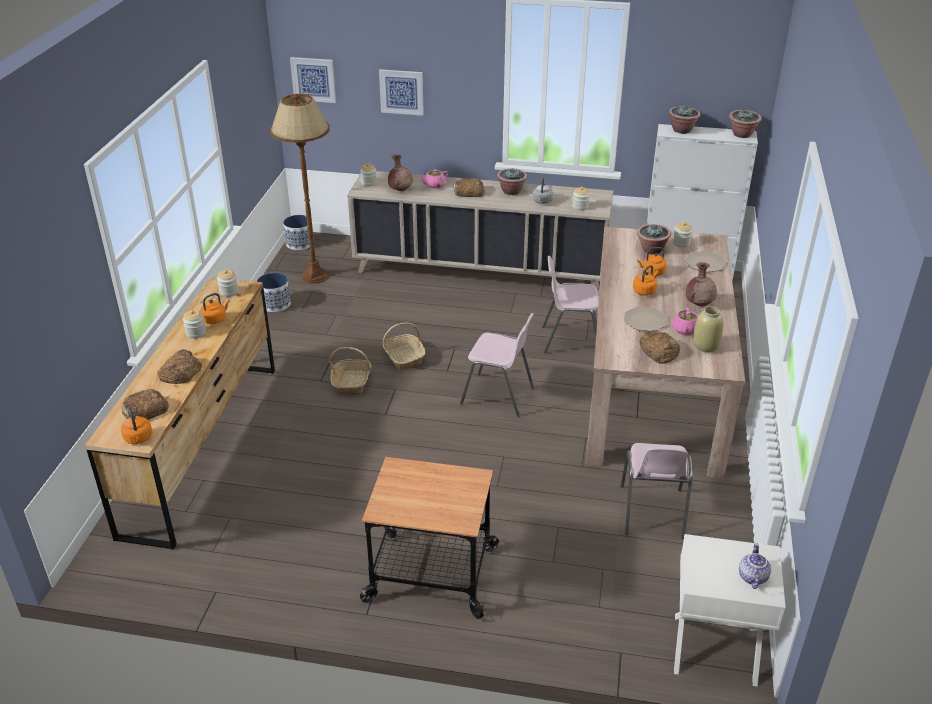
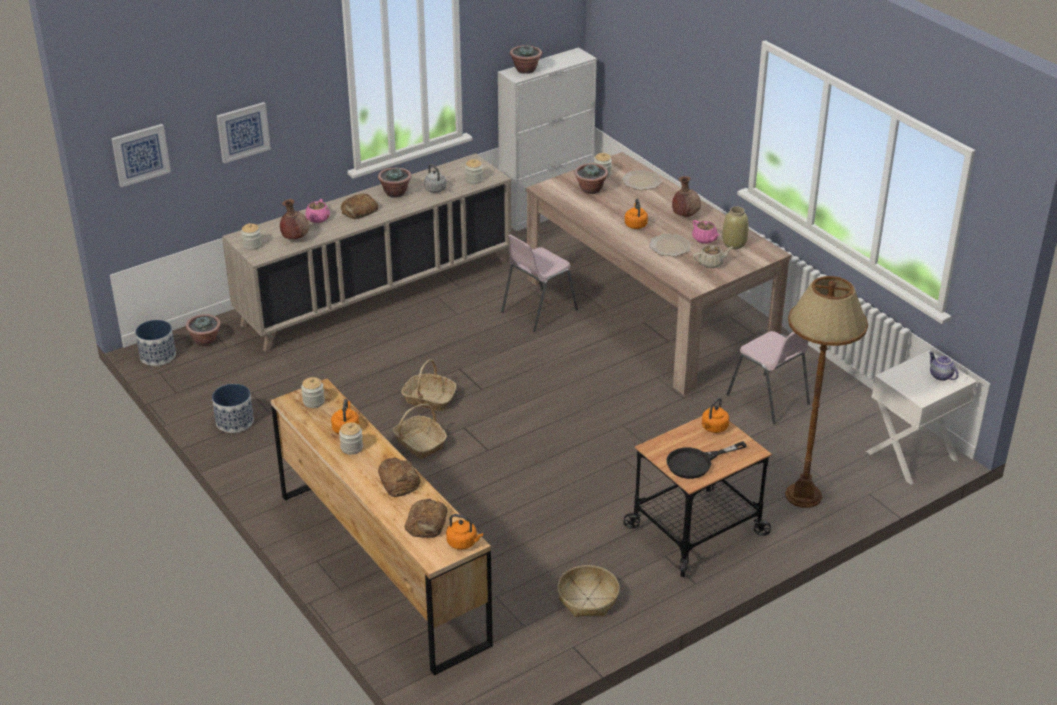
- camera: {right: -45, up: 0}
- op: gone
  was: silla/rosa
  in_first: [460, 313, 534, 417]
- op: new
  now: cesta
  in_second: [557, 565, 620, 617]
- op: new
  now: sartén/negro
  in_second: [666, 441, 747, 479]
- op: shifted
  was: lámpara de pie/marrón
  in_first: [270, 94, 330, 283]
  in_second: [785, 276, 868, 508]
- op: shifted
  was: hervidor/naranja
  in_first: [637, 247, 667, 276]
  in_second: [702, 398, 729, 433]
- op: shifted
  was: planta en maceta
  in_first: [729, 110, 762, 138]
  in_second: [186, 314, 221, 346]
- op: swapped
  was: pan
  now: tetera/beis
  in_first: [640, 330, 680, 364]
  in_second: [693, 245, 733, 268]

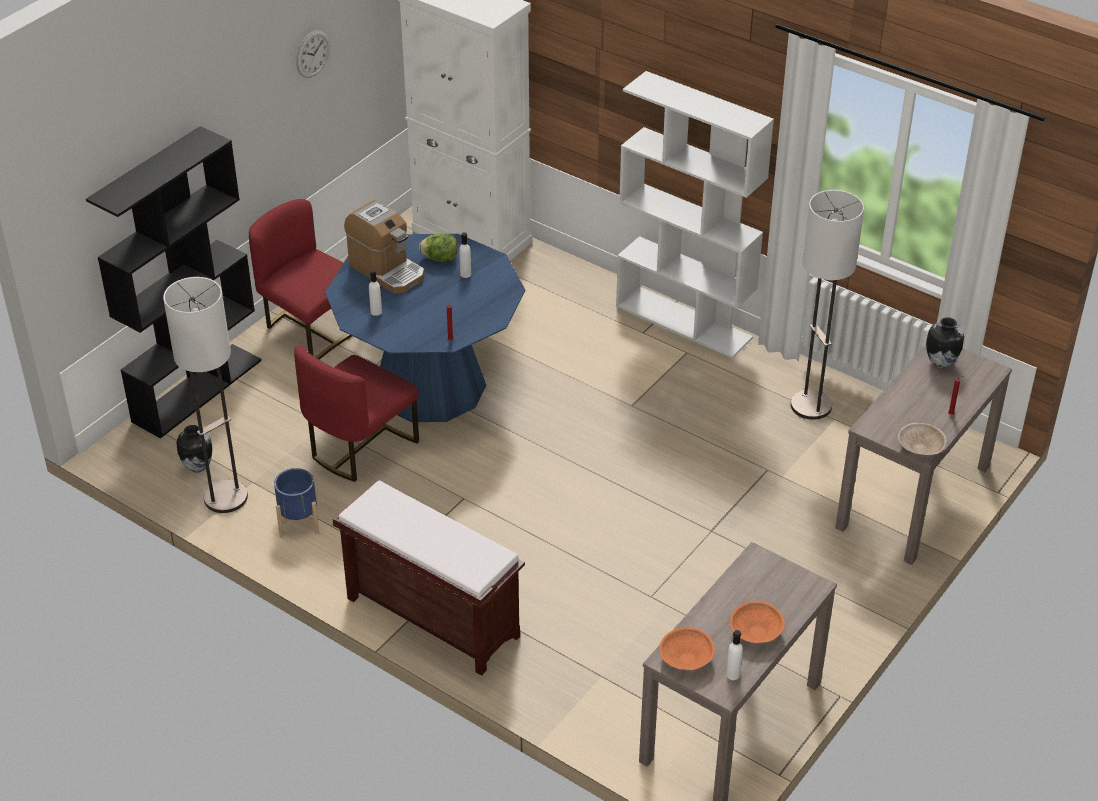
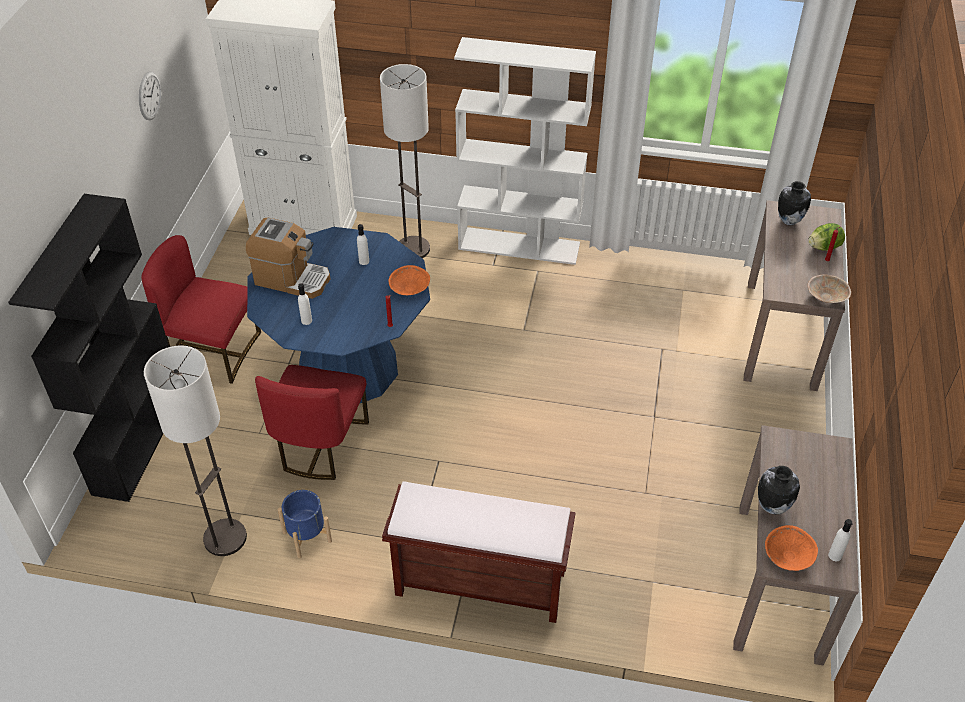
- camera: {right: -25, up: 5}
- op: shifted
  was: florero
  in_first: [177, 425, 212, 472]
  in_second: [758, 466, 800, 515]
- op: shifted
  was: lechuga
  in_first: [419, 233, 457, 262]
  in_second: [808, 223, 845, 251]
- op: shifted
  was: cuenco/naranja
  in_first: [730, 601, 785, 643]
  in_second: [388, 265, 430, 295]
- op: shifted
  was: lámpara de pie
  in_first: [791, 190, 864, 420]
  in_second: [380, 64, 430, 258]

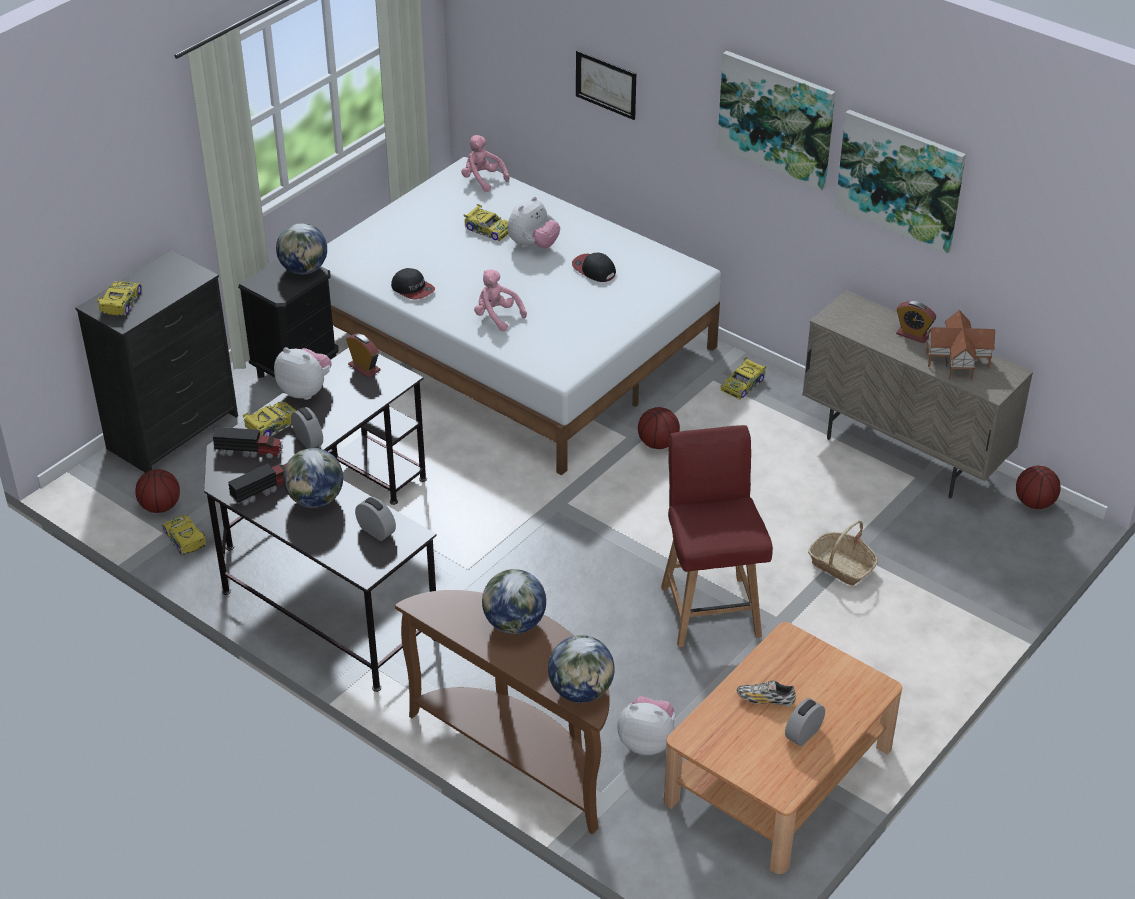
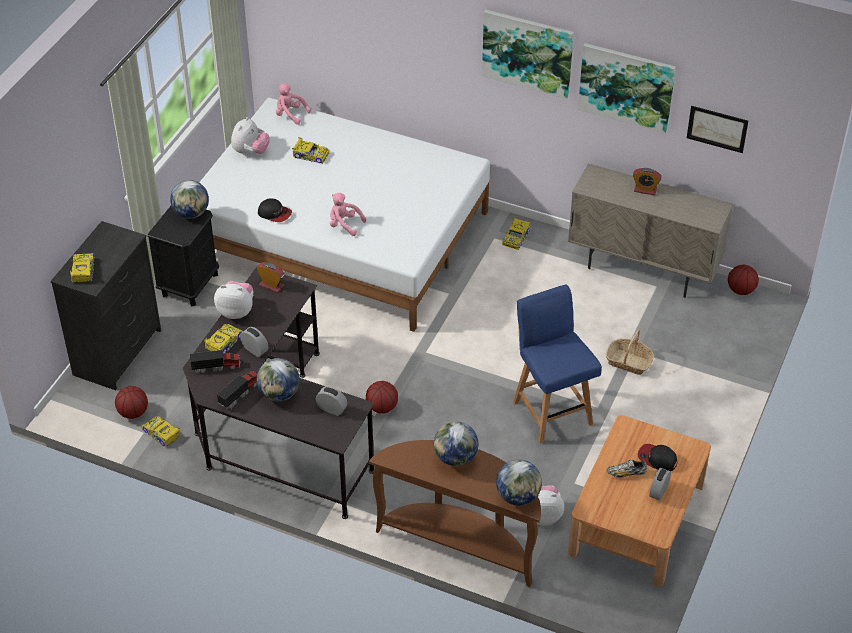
- camera: {right: -15, up: 5}
- op: gone
  was: casita
  in_first: [926, 310, 995, 380]
- op: shifted
  was: peluche
  in_first: [508, 196, 560, 249]
  in_second: [231, 117, 270, 155]
- op: shifted
  was: gorra
  in_first: [572, 252, 616, 282]
  in_second: [637, 444, 677, 471]
- op: shifted
  was: cuadro
  in_first: [576, 50, 636, 120]
  in_second: [687, 106, 748, 153]
- op: shifted
  was: balón de baloncesto
  in_first: [638, 407, 680, 449]
  in_second: [366, 381, 398, 414]
- op: repainted
  was: silla/rojo
  now: silla/azul
  in_first: [661, 425, 773, 647]
  in_second: [513, 284, 602, 443]

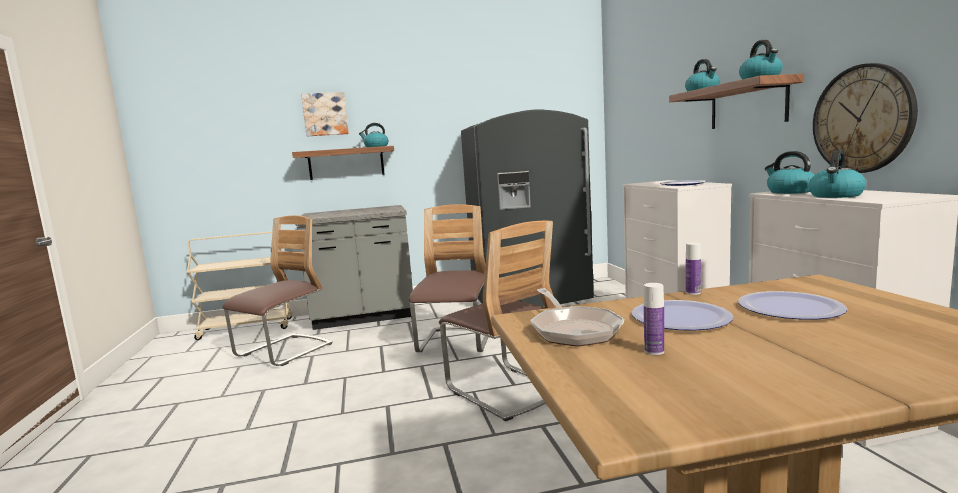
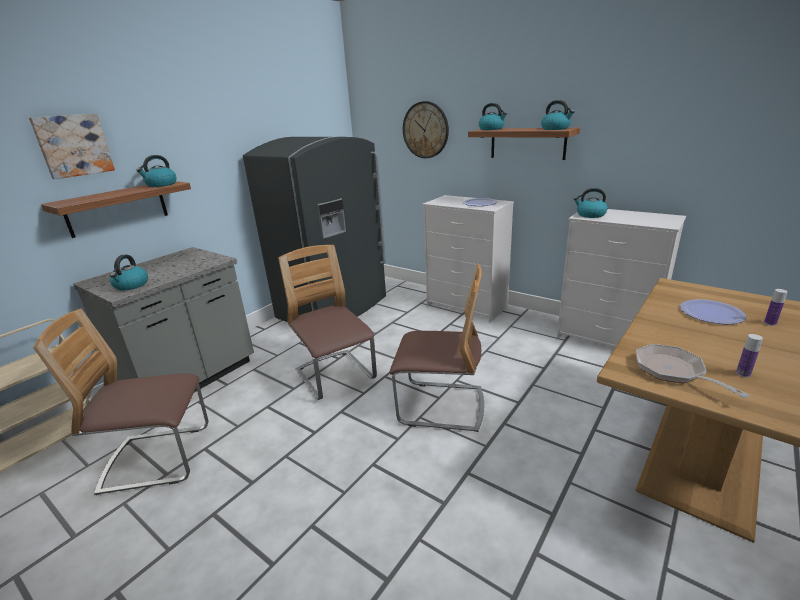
- camera: {right: -40, up: 15}
- op: gone
  was: plato
  in_first: [632, 300, 733, 331]
- op: shifted
  was: botella
  in_first: [686, 242, 701, 295]
  in_second: [764, 289, 787, 326]
- op: shifted
  was: hervidor
  in_first: [808, 150, 866, 198]
  in_second: [110, 255, 148, 290]
- op: shifted
  was: reloj de pared
  in_first: [813, 63, 918, 173]
  in_second: [403, 101, 449, 158]
- op: rotated
  was: silla
  in_first: [222, 215, 333, 366]
  in_second: [33, 309, 208, 495]
  clockwise: -90
- op: rotated
  was: sartén
  in_first: [530, 288, 624, 347]
  in_second: [636, 344, 750, 398]
  clockwise: -150

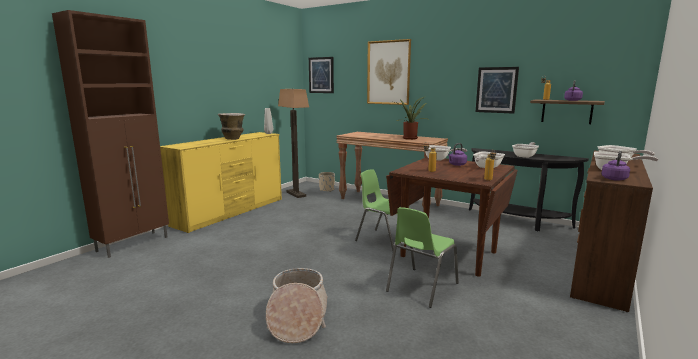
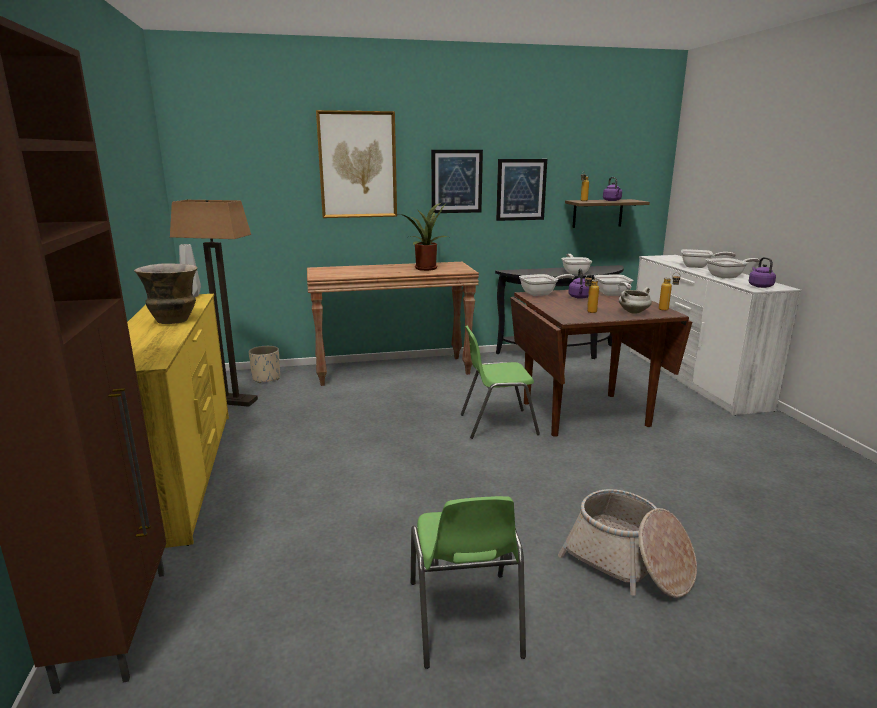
- camera: {right: -45, up: 5}
- op: new
  now: olla/blanco
  in_second: [619, 287, 652, 314]
- op: shifted
  was: cuadro
  in_first: [309, 57, 334, 93]
  in_second: [431, 150, 483, 213]
- op: shifted
  was: silla/verde
  in_first: [386, 207, 459, 308]
  in_second: [411, 496, 526, 669]
- op: repainted
  was: cómoda/marrón
  now: cómoda/blanco
  in_first: [570, 151, 653, 312]
  in_second: [629, 255, 801, 416]

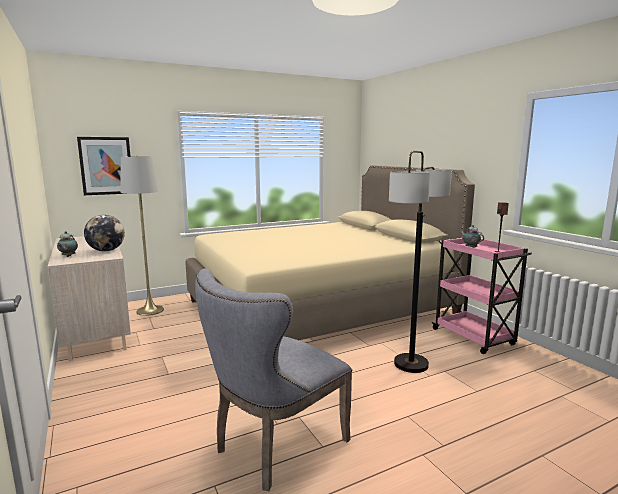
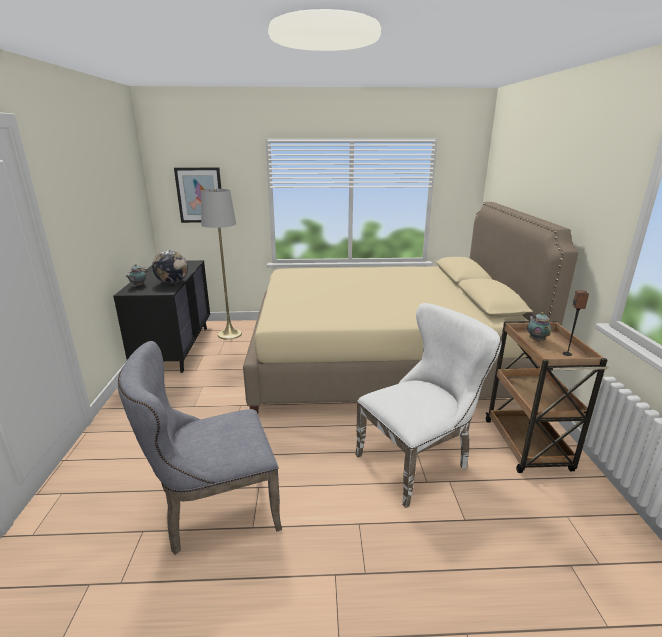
- camera: {right: 25, up: 10}
- op: swapped
  was: lámpara de pie
  now: silla/blanco
  in_first: [389, 151, 452, 373]
  in_second: [355, 303, 502, 508]
- op: repainted
  was: cómoda/beis
  now: cómoda/negro
  in_first: [47, 236, 131, 361]
  in_second: [113, 260, 210, 373]
- op: repainted
  was: carrito/rosa
  now: carrito/marrón
  in_first: [431, 238, 532, 354]
  in_second: [486, 321, 608, 473]

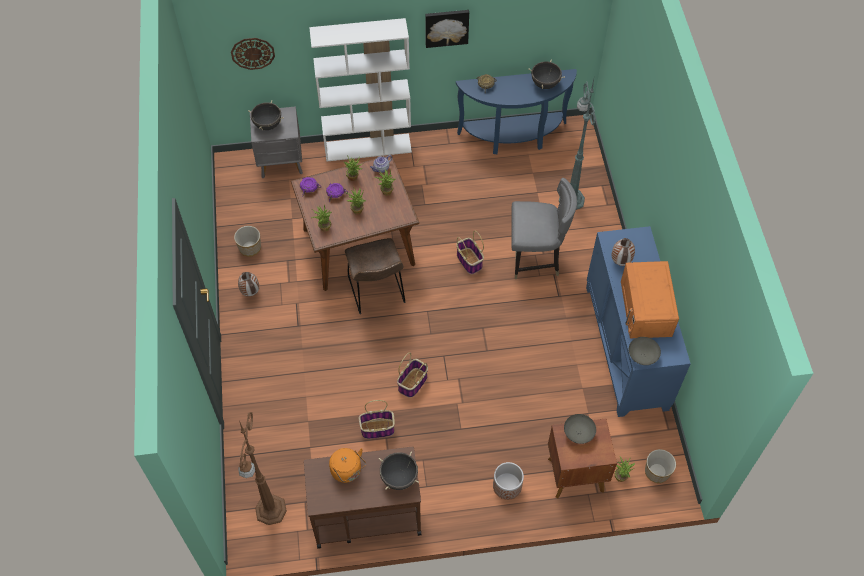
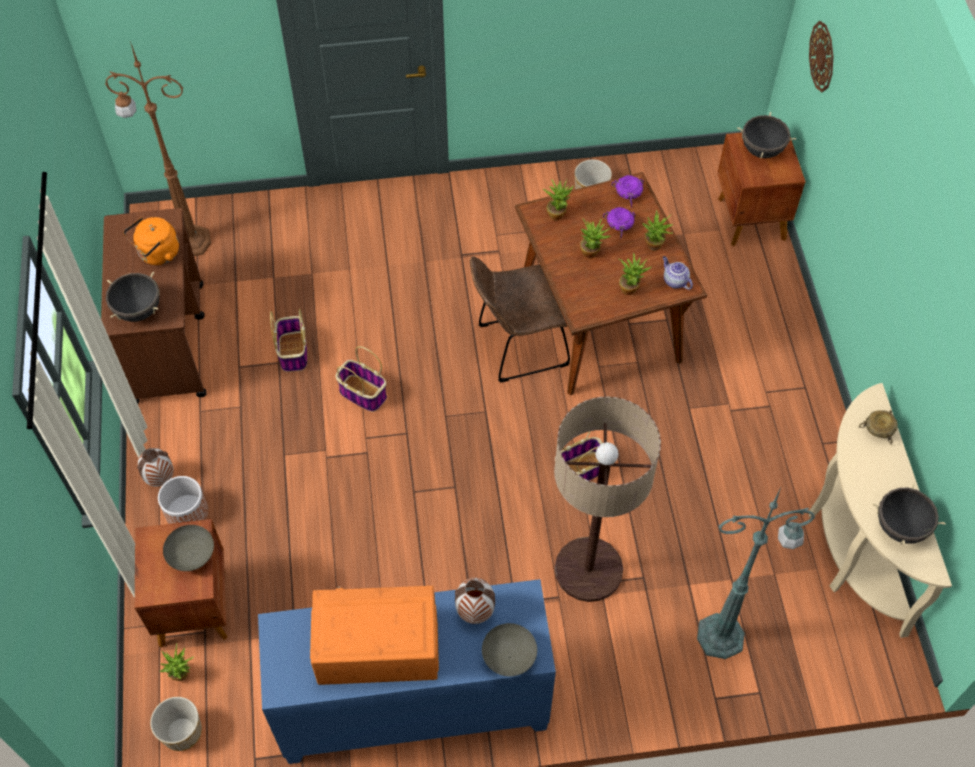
- camera: {right: 90, up: 0}
- op: gone
  was: estantería/blanco
  in_first: [309, 18, 412, 162]
- op: gone
  was: cuadro
  in_first: [425, 10, 469, 48]
- op: shifted
  was: florero
  in_first: [238, 272, 259, 297]
  in_second: [137, 448, 174, 487]
- op: shifted
  was: cuenco/gris
  in_first: [629, 337, 661, 365]
  in_second: [482, 623, 537, 676]
- op: swapped
  was: silla/gris
  now: lámpara de pie
  in_first: [511, 178, 577, 279]
  in_second: [554, 397, 661, 602]
- op: repainted
  was: mesita de noche/gris
  now: mesita de noche/marrón
  in_first: [250, 106, 303, 178]
  in_second: [717, 132, 806, 246]
- op: repainted
  was: mesa consola/azul
  now: mesa consola/beis
  in_first: [456, 69, 577, 154]
  in_second: [809, 383, 952, 638]

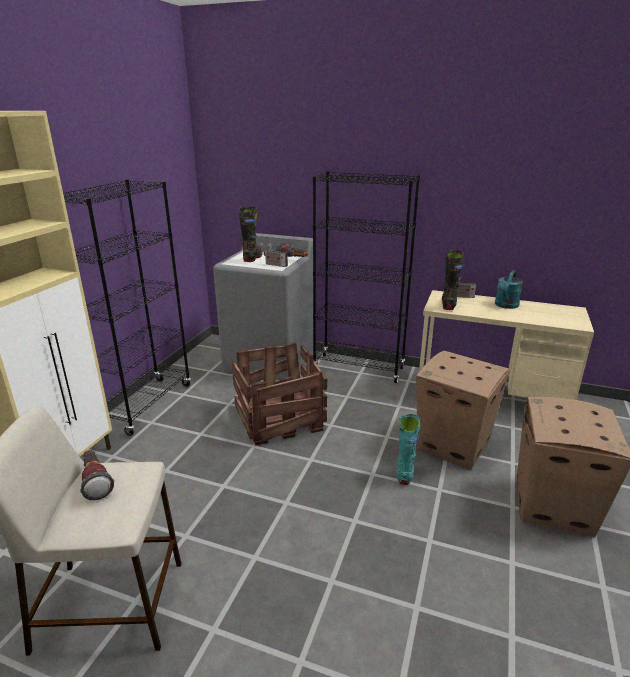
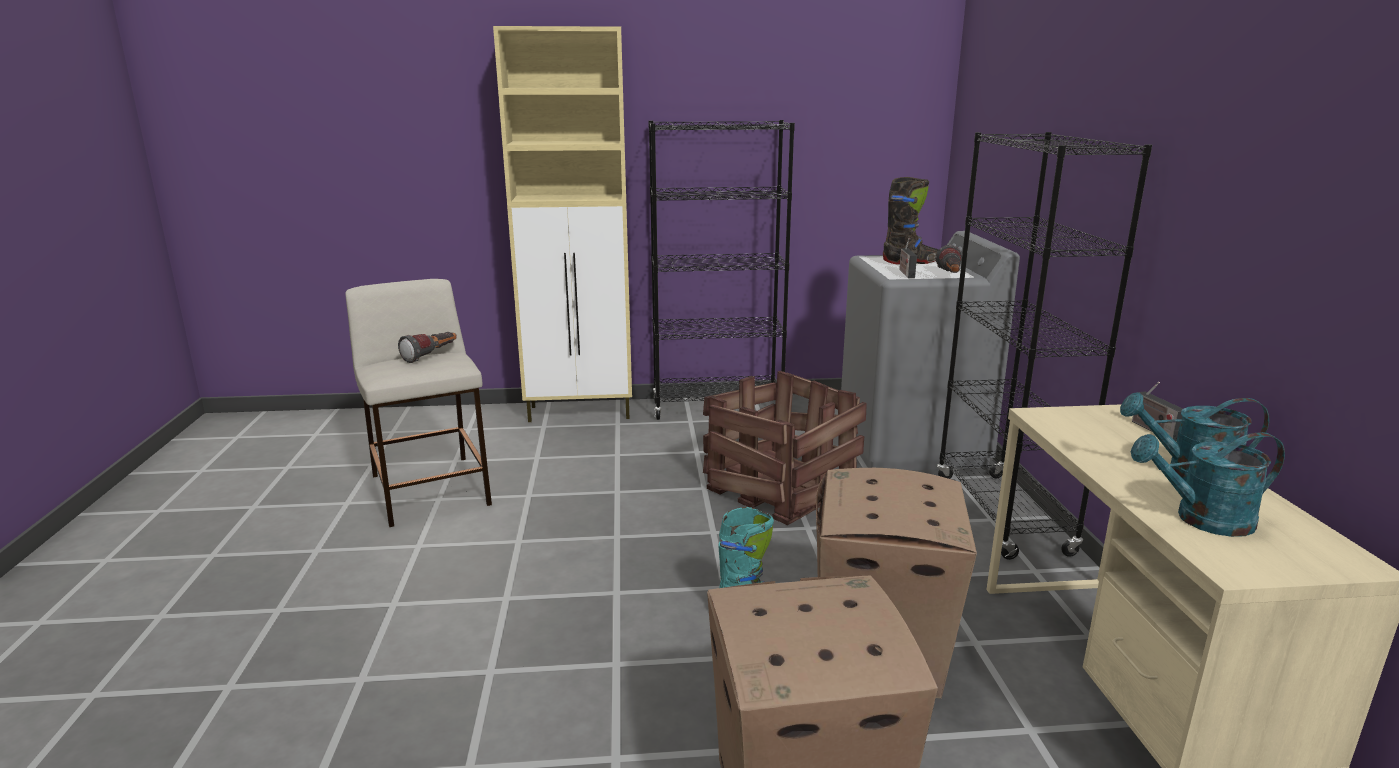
- camera: {right: 65, up: -5}
- op: gone
  was: bota/negro
  in_first: [442, 250, 464, 310]
- op: new
  now: regadera/turquesa
  in_second: [1131, 432, 1285, 537]

